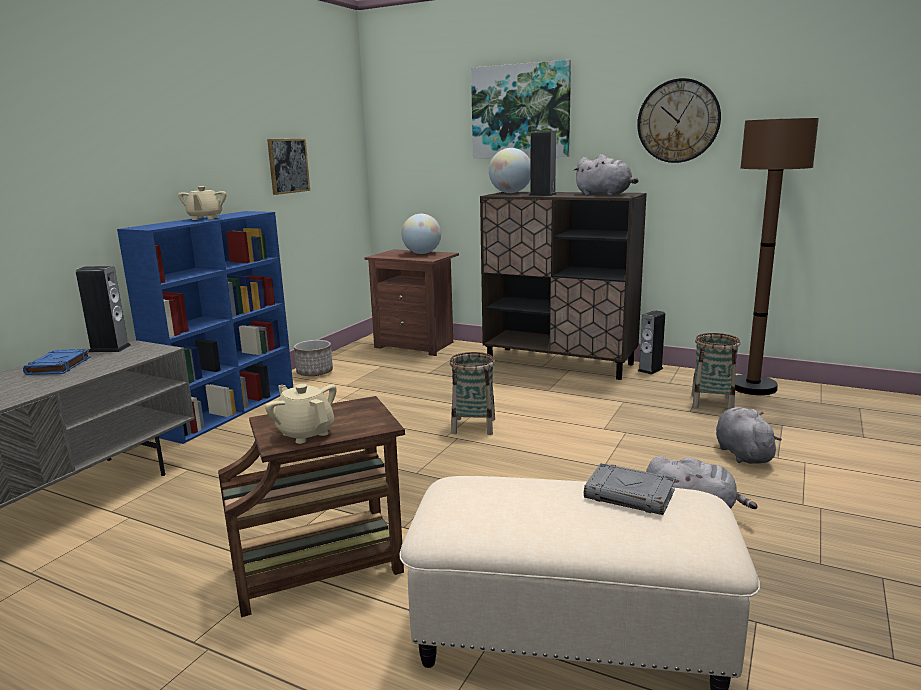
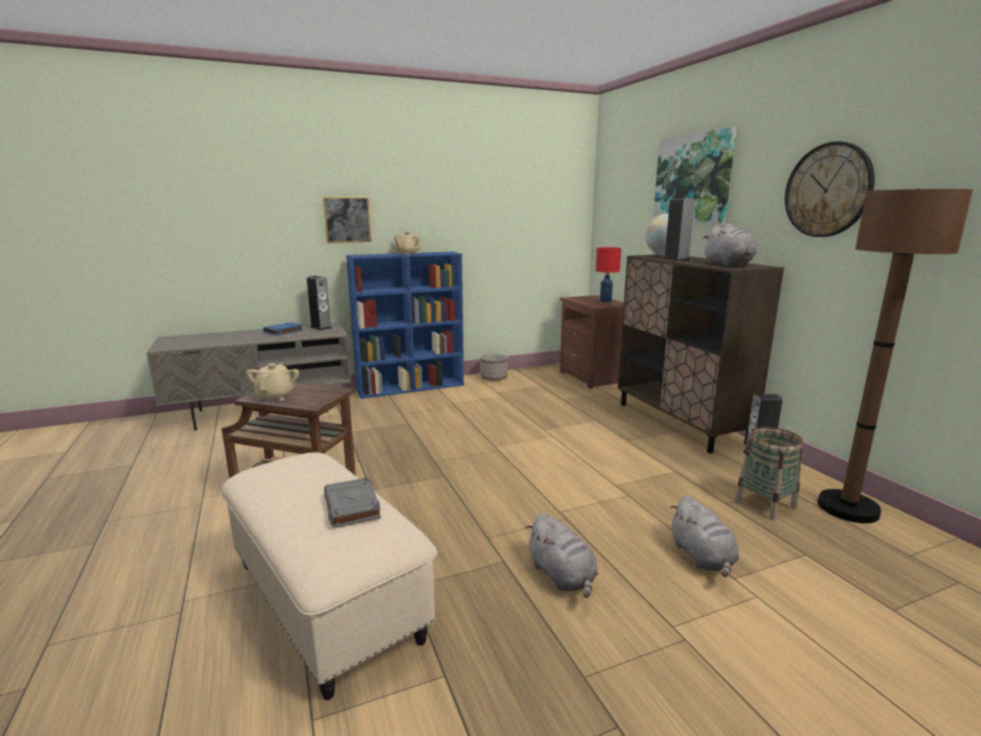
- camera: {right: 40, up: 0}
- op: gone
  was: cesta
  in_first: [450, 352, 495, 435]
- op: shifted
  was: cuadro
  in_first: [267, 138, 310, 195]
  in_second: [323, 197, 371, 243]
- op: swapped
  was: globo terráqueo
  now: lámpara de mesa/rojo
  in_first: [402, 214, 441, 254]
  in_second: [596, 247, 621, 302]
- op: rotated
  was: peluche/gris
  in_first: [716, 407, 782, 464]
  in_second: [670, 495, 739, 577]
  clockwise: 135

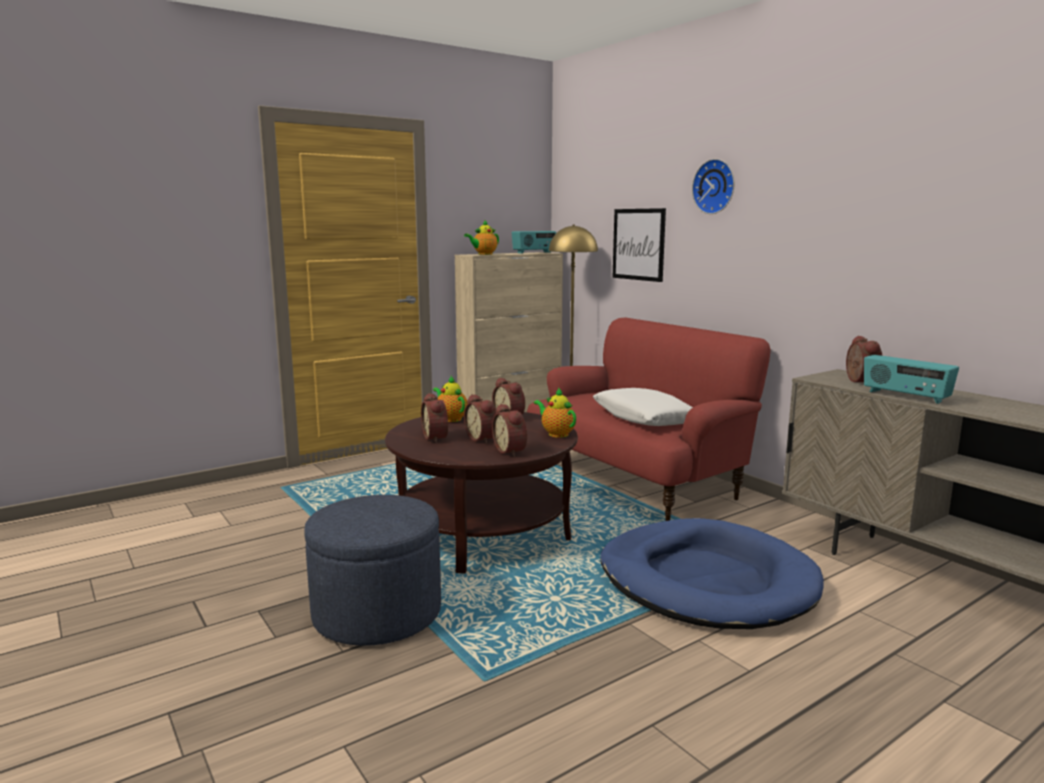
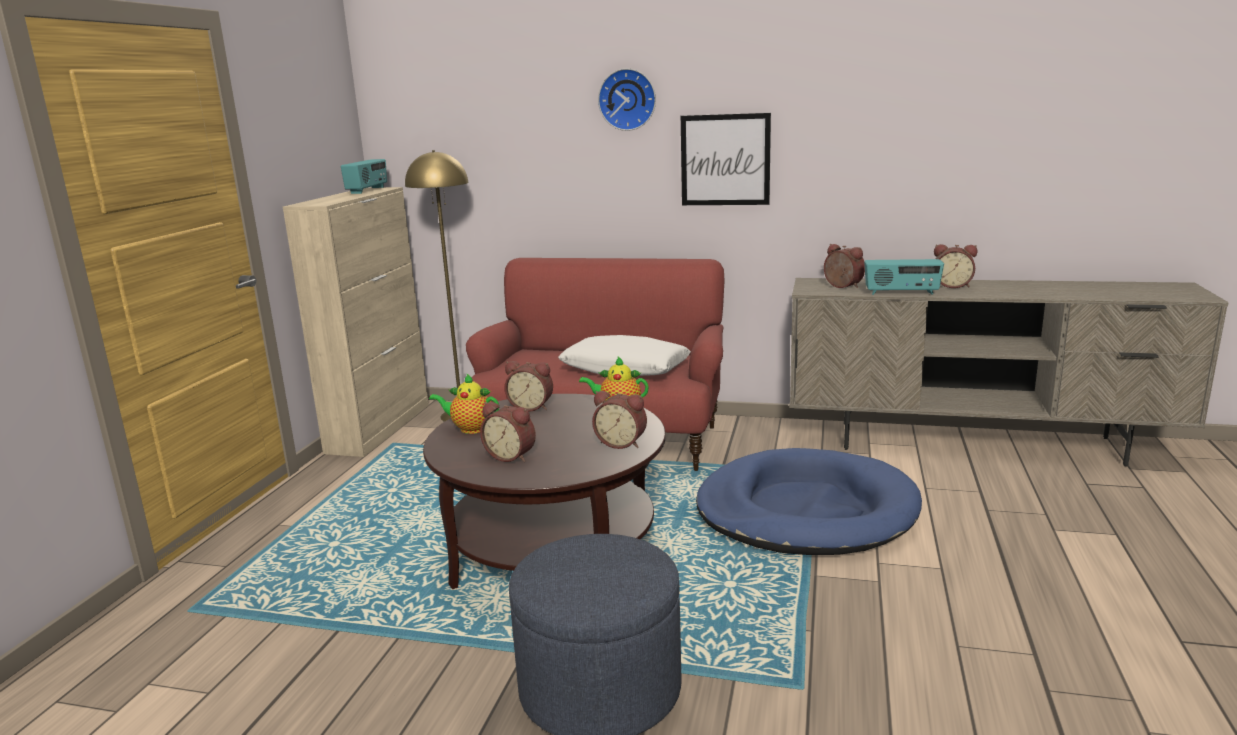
- camera: {right: -40, up: 5}
- op: gone
  was: tetera
  in_first: [464, 221, 499, 255]
- op: shifted
  was: despertador
  in_first: [464, 394, 496, 444]
  in_second: [934, 244, 977, 288]
- op: shifted
  was: cuadro
  in_first: [612, 208, 666, 282]
  in_second: [681, 113, 771, 205]

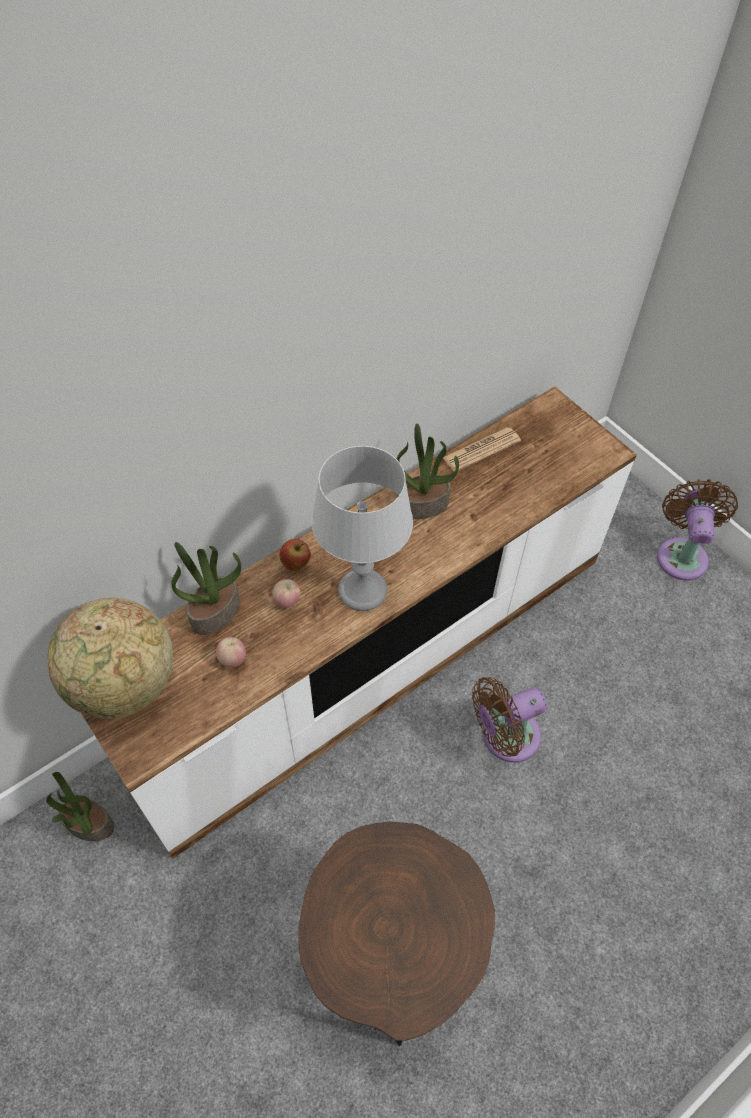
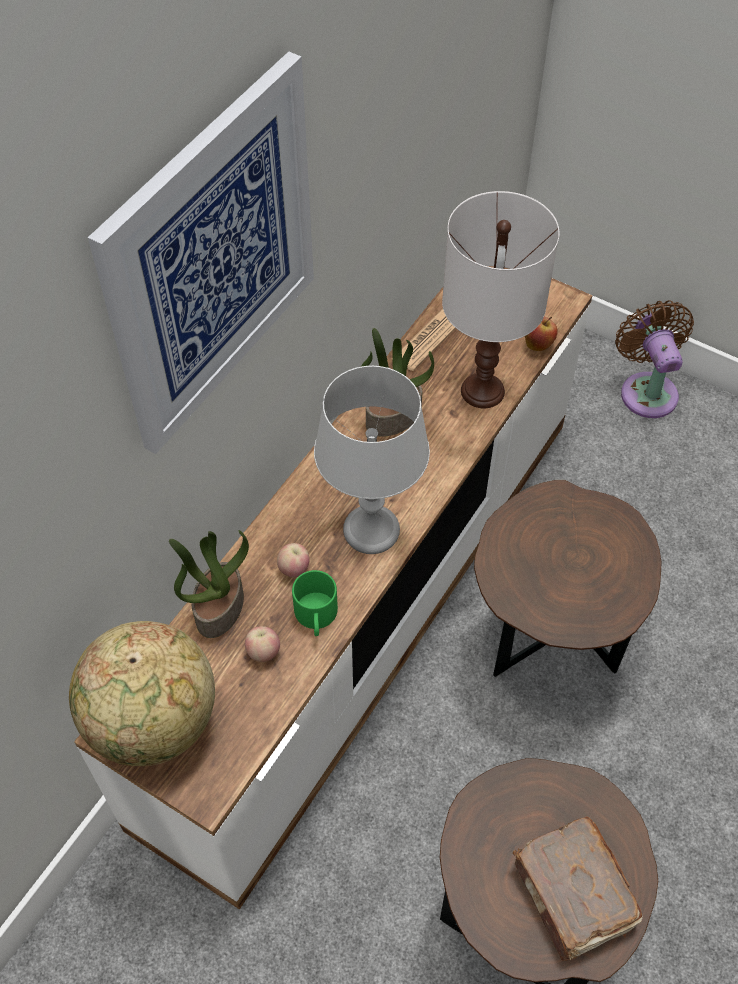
- camera: {right: -20, up: 0}
- op: gone
  was: planta en maceta
  in_first: [46, 772, 114, 841]
- op: new
  now: cuadro
  in_second: [88, 51, 314, 454]
- op: new
  now: taza grande/verde
  in_second: [292, 570, 338, 636]
- op: new
  now: lámpara de mesa/blanco
  in_second: [442, 191, 559, 408]
- op: new
  now: libro/marrón
  in_second: [512, 816, 643, 961]
- op: shifted
  was: manzana
  in_first: [279, 539, 311, 571]
  in_second: [525, 317, 558, 351]
- op: swapped
  was: ventilador/marrón
  now: mesa auxiliar/marrón
  in_first: [472, 677, 547, 762]
  in_second: [474, 480, 662, 677]

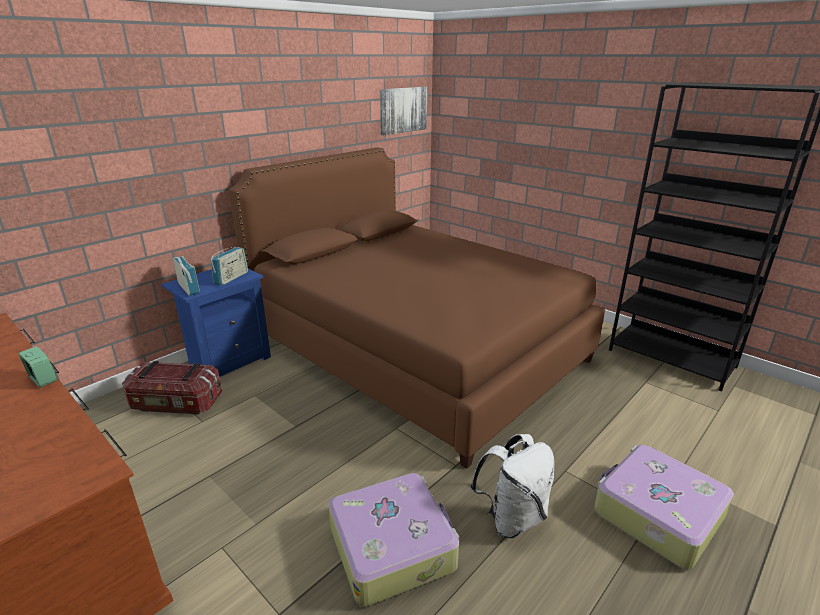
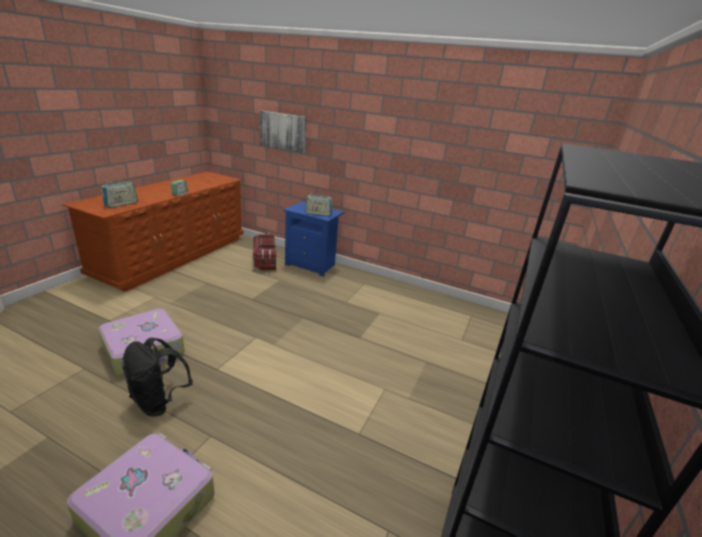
- camera: {right: 70, up: 0}
- op: gone
  was: cama/marrón
  in_first: [229, 148, 605, 469]
- op: shifted
  was: radio
  in_first: [173, 256, 200, 296]
  in_second: [102, 181, 138, 208]
- op: shifted
  was: cuadro
  in_first: [380, 87, 427, 135]
  in_second: [260, 110, 306, 153]
- op: repainted
  was: mochila/blanco
  now: mochila/negro
  in_first: [470, 434, 555, 538]
  in_second: [123, 338, 193, 417]

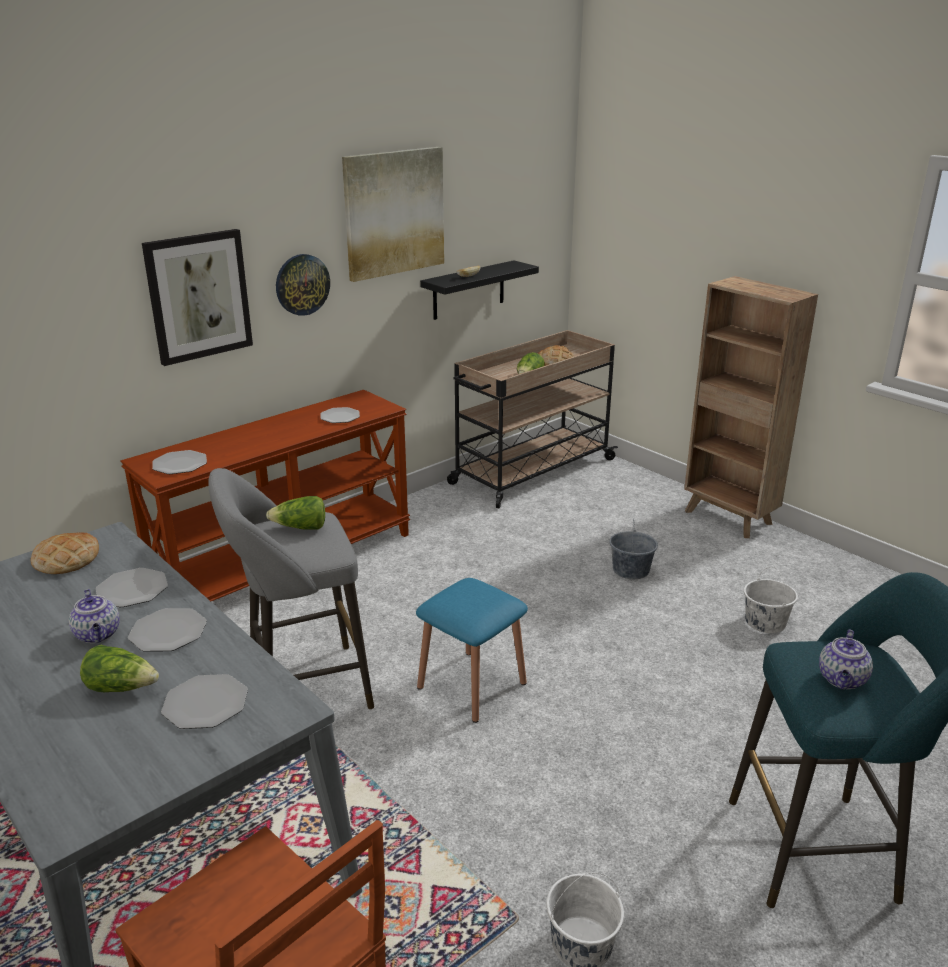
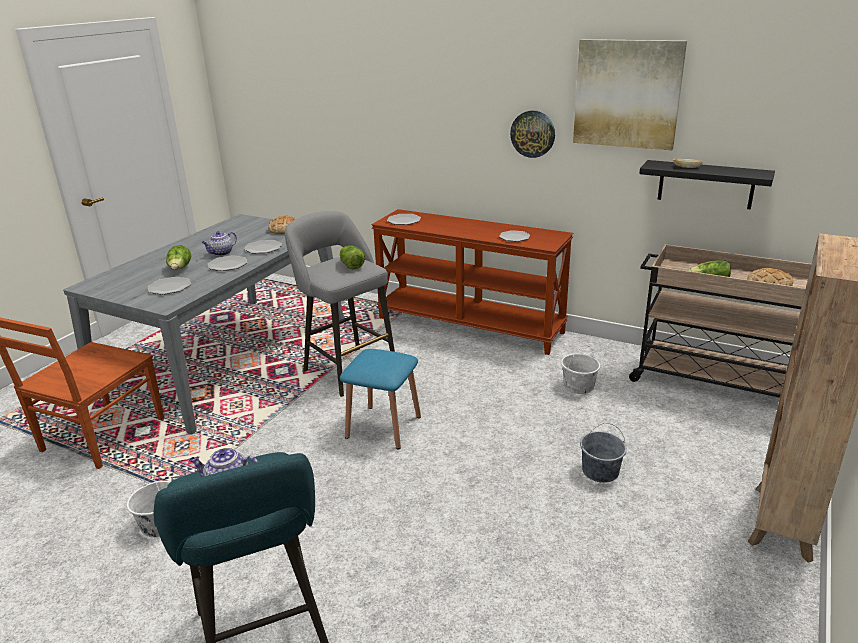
- camera: {right: 70, up: 0}
- op: gone
  was: cuadro
  in_first: [142, 229, 253, 366]
- op: shifted
  was: cubo/blanco
  in_first: [744, 567, 798, 633]
  in_second: [561, 345, 600, 394]

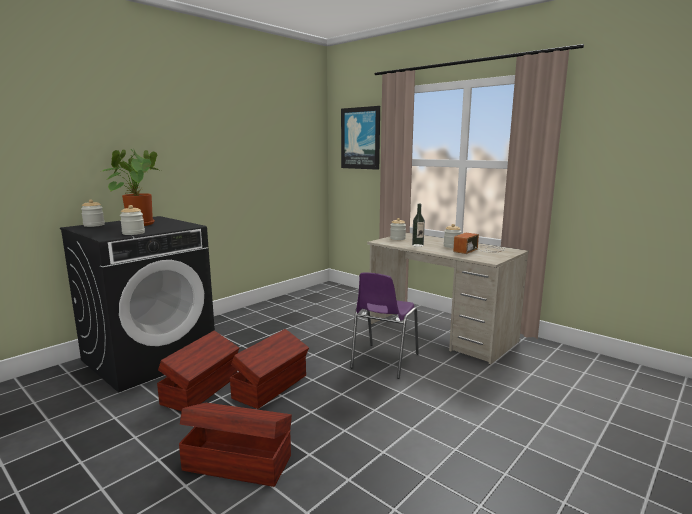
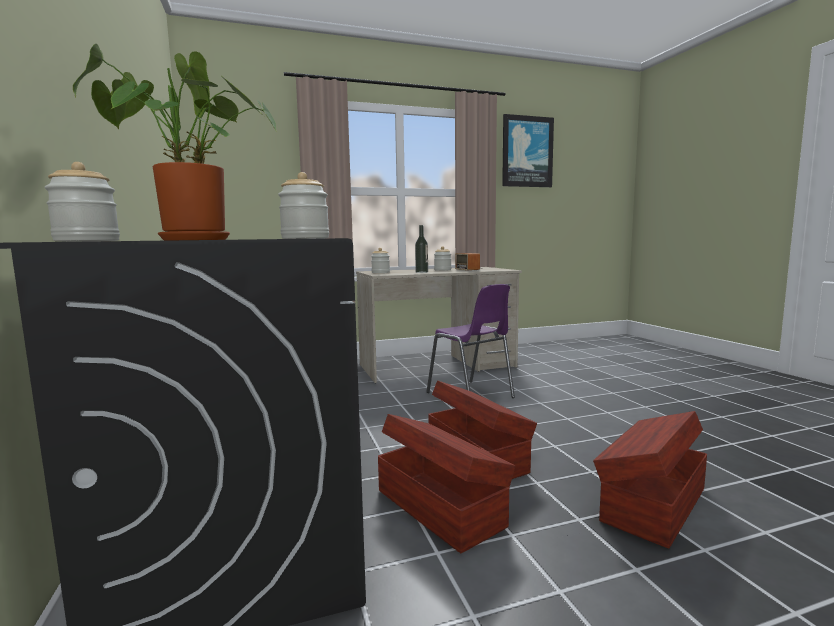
- camera: {right: -60, up: -5}
- op: shifted
  was: cuadro
  in_first: [341, 106, 380, 170]
  in_second: [502, 114, 554, 187]

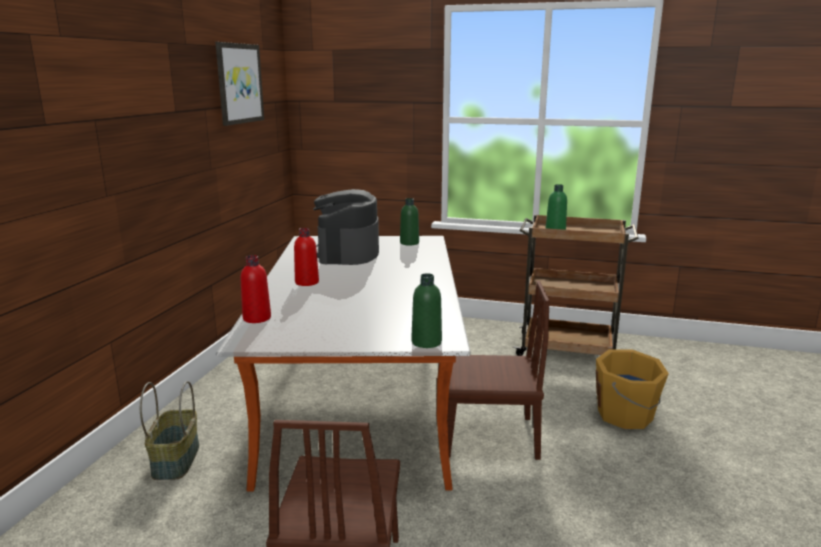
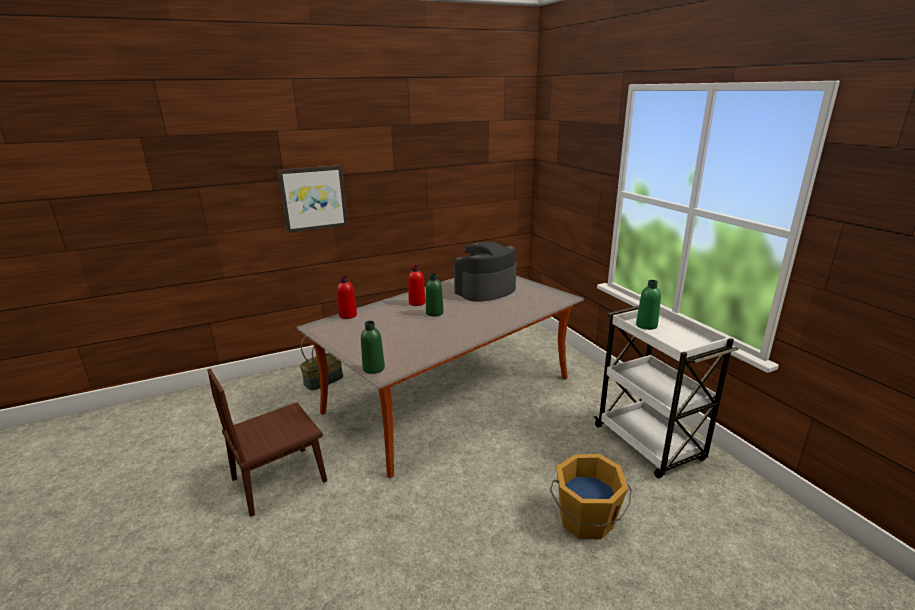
- camera: {right: 50, up: 5}
- op: gone
  was: silla/marrón
  in_first: [447, 281, 550, 460]
- op: shifted
  was: cuadro
  in_first: [215, 42, 264, 126]
  in_second: [277, 165, 348, 233]
- op: shifted
  was: botella/verde
  in_first: [400, 198, 419, 246]
  in_second: [426, 273, 444, 316]
- op: repainted
  was: carrito/marrón
  now: carrito/blanco
  in_first: [513, 215, 639, 356]
  in_second: [594, 306, 739, 478]

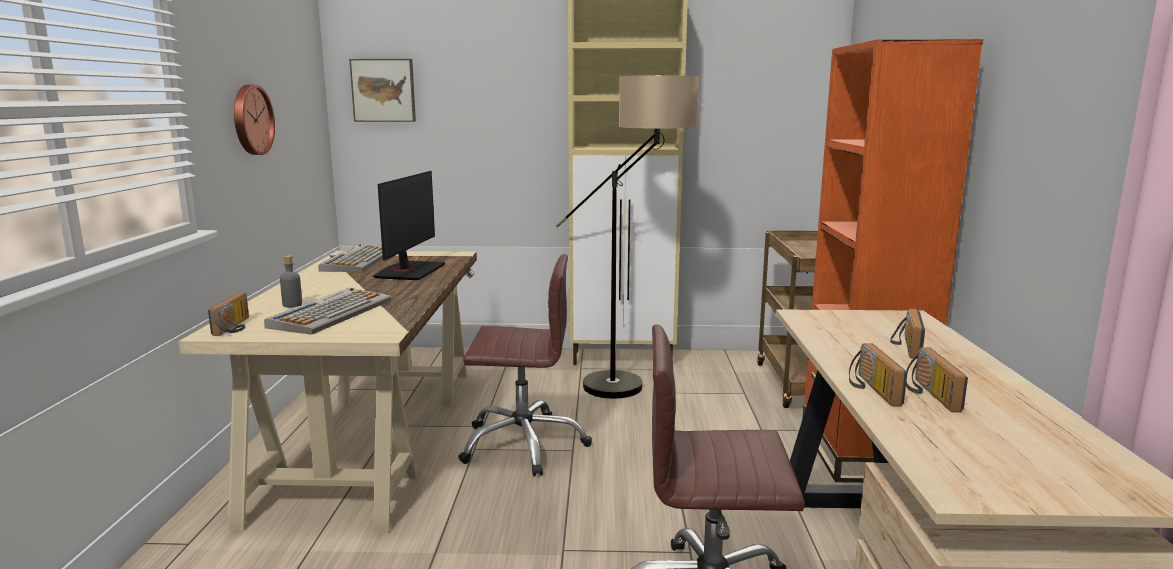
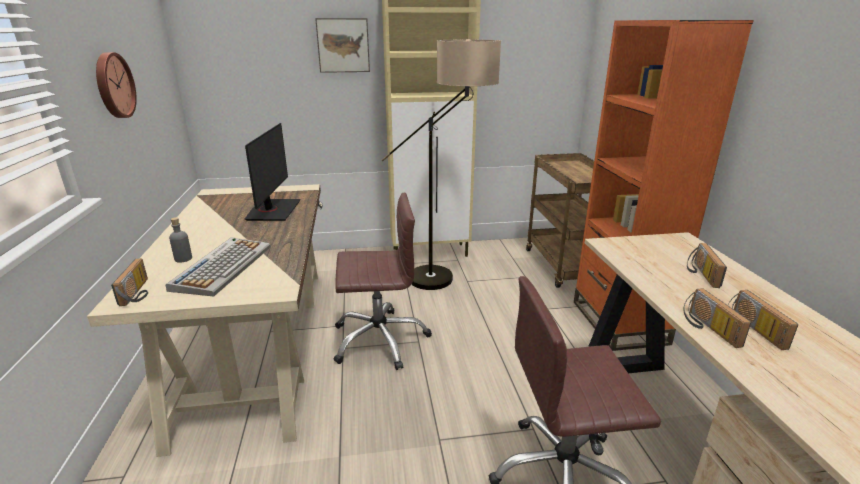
- camera: {right: -10, up: 10}
- op: gone
  was: teclado
  in_first: [319, 245, 383, 272]
- op: shifted
  was: cuadro
  in_first: [349, 59, 416, 122]
  in_second: [315, 18, 370, 73]

